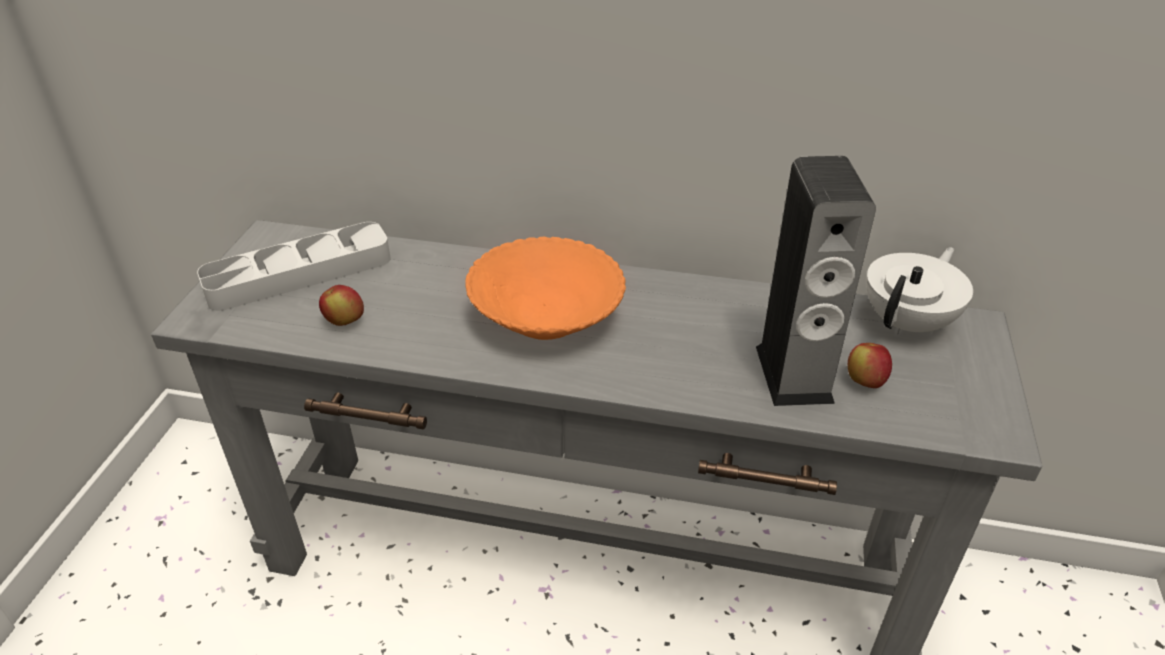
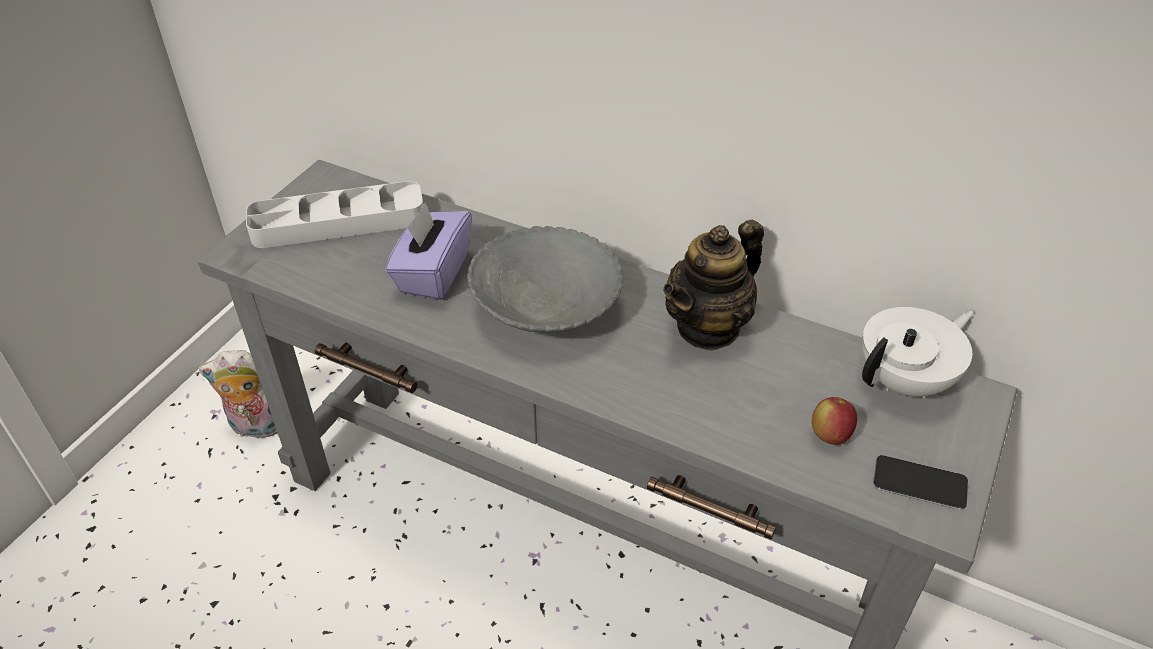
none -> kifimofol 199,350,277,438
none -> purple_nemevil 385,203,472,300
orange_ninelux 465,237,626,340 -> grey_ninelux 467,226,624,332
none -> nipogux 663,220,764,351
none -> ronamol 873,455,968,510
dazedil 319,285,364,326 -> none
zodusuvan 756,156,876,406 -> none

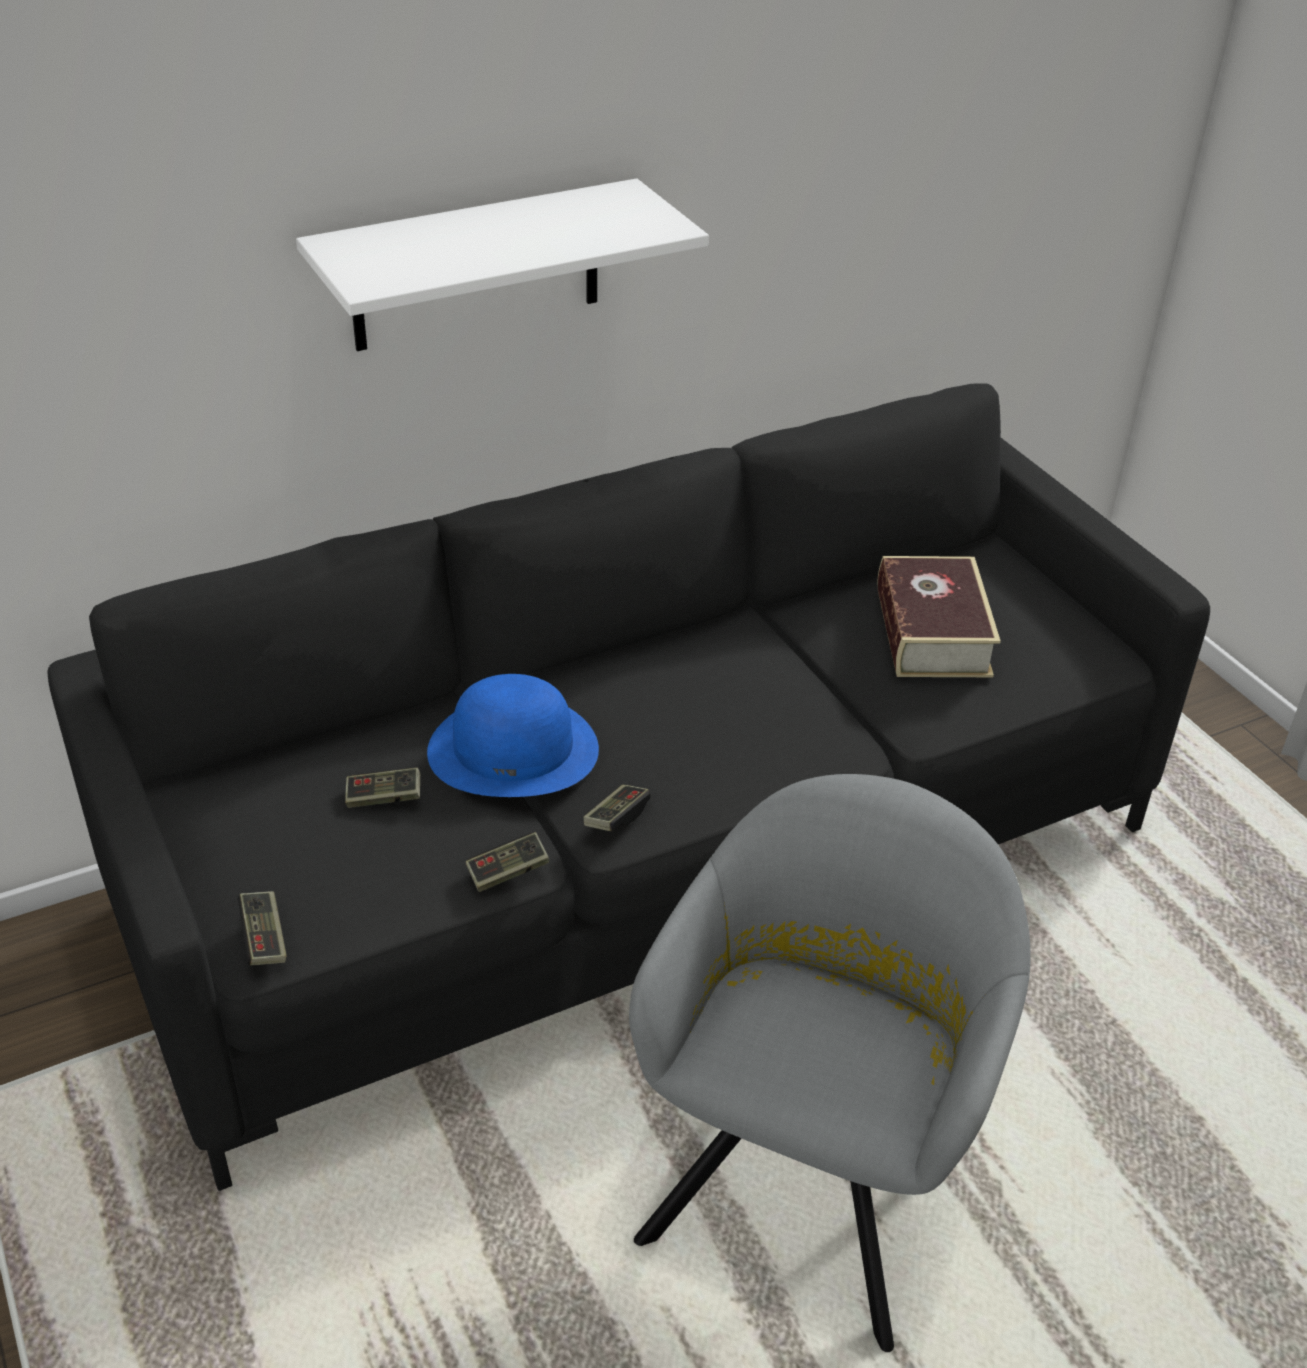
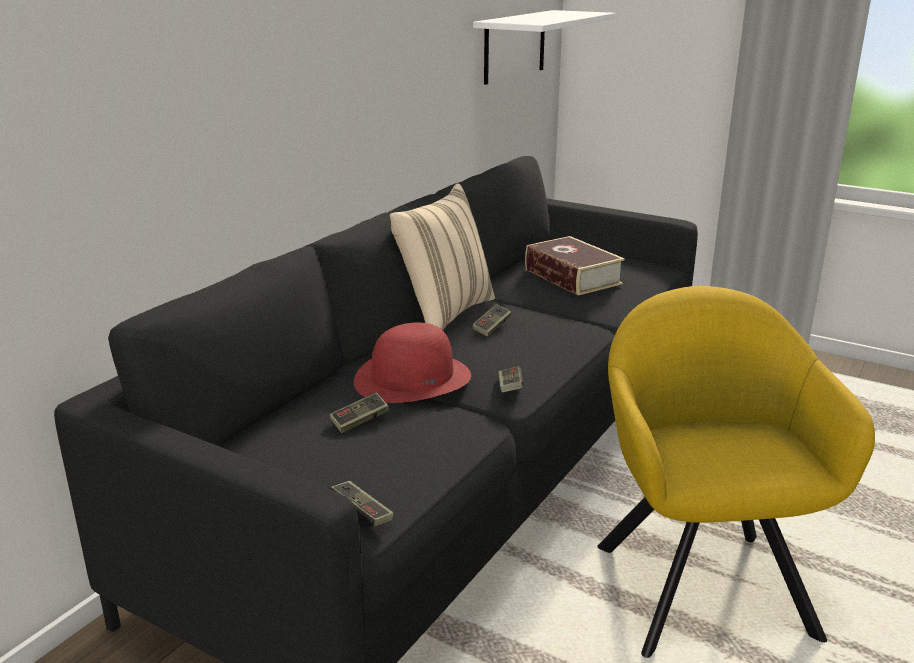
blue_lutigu 427,674,599,797 -> red_lutigu 354,322,471,403
none -> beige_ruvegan 390,183,495,330
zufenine 466,832,549,892 -> zufenine 472,304,512,337, move
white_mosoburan 296,178,709,351 -> white_mosoburan 473,10,615,85, move
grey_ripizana 629,774,1031,1352 -> yellow_ripizana 597,286,875,658

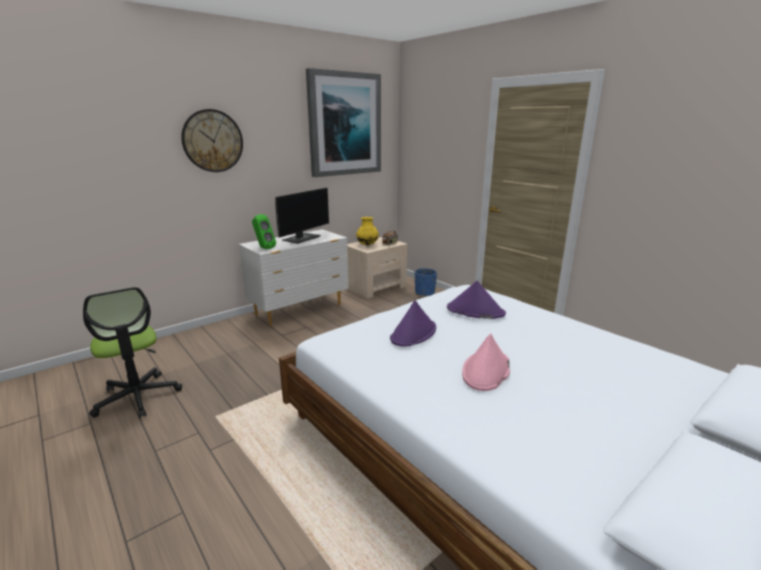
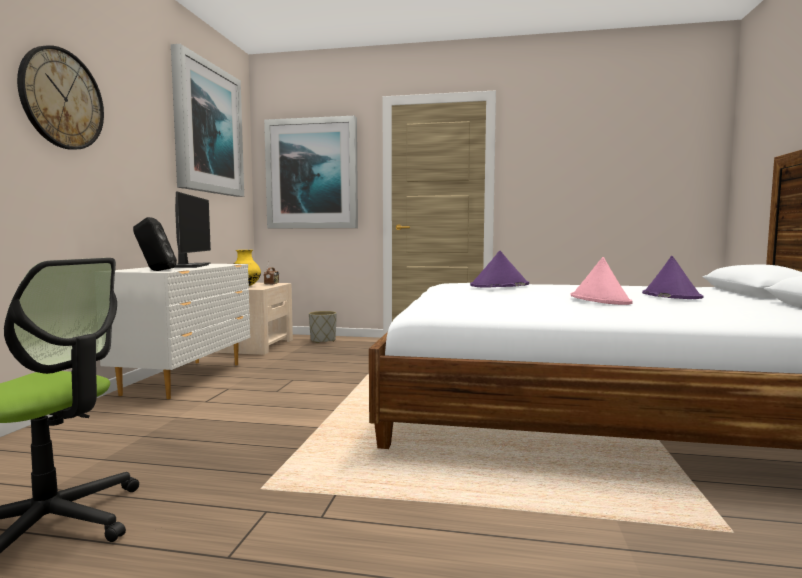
green_zodusuvan 252,214,276,249 -> black_zodusuvan 133,217,177,271
none -> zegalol 264,116,358,228
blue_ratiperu 415,268,437,296 -> grey_ratiperu 309,311,337,343
purple_lutigu 390,300,436,347 -> purple_lutigu 642,256,704,299, move

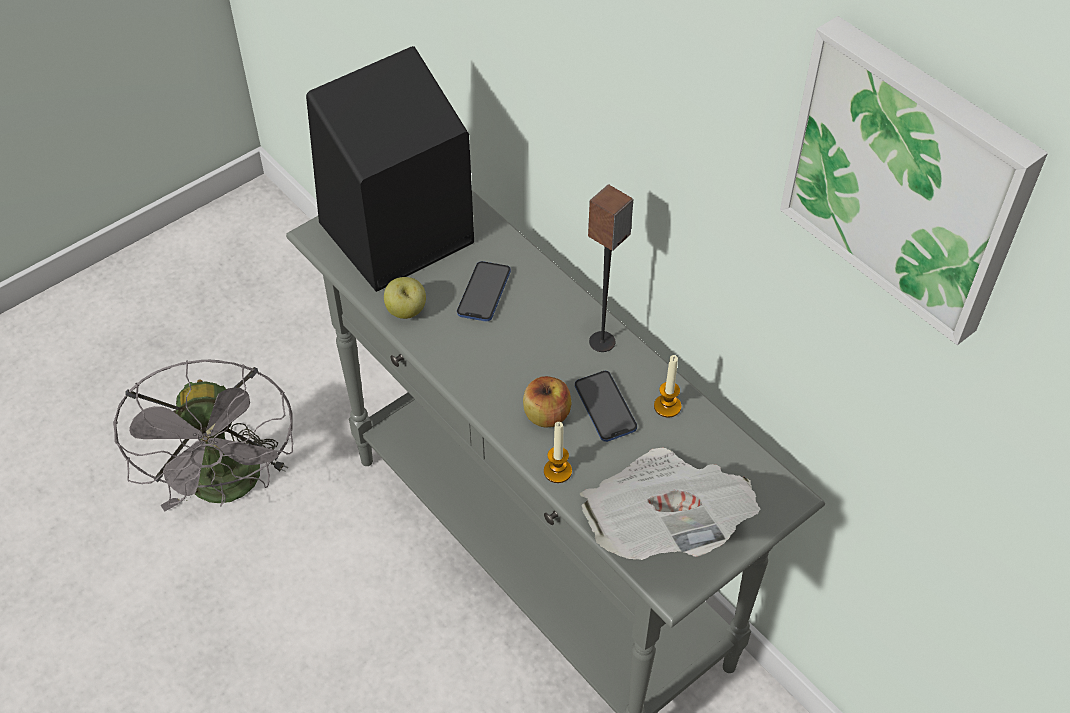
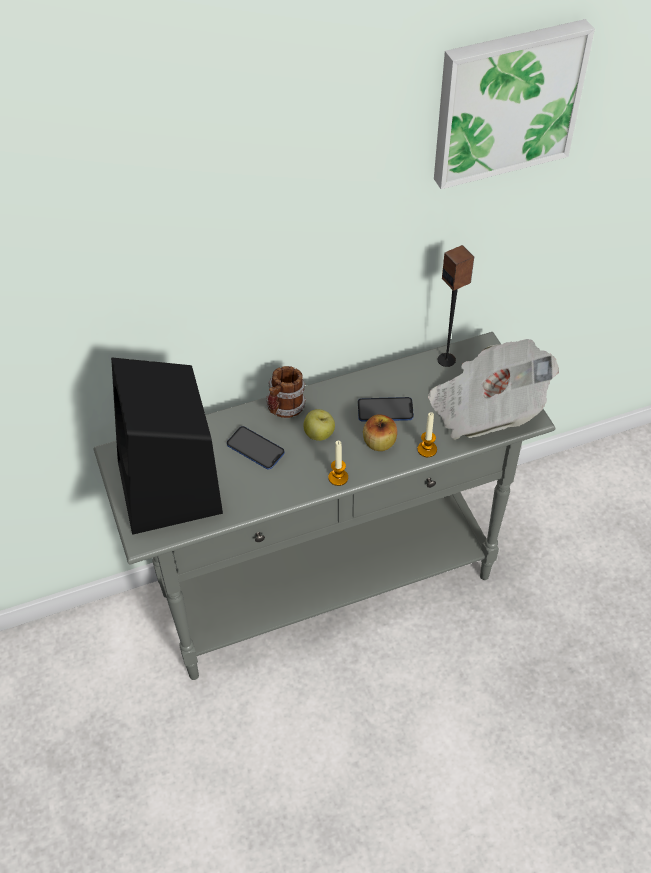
none -> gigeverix 266,366,306,418
dazedil 384,277,426,319 -> dazedil 304,409,335,441, move
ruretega 654,355,681,418 -> ruretega 328,441,348,486, move
zodusuvan 588,184,633,352 -> zodusuvan 438,245,474,367, move
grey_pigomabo 113,360,293,512 -> none

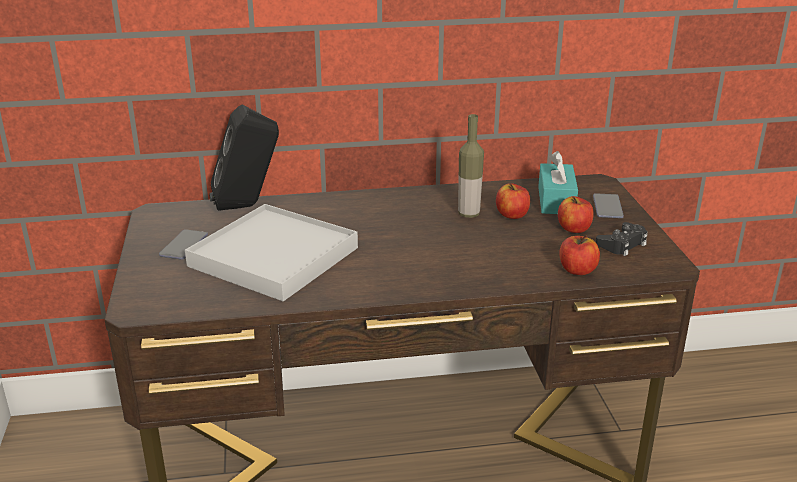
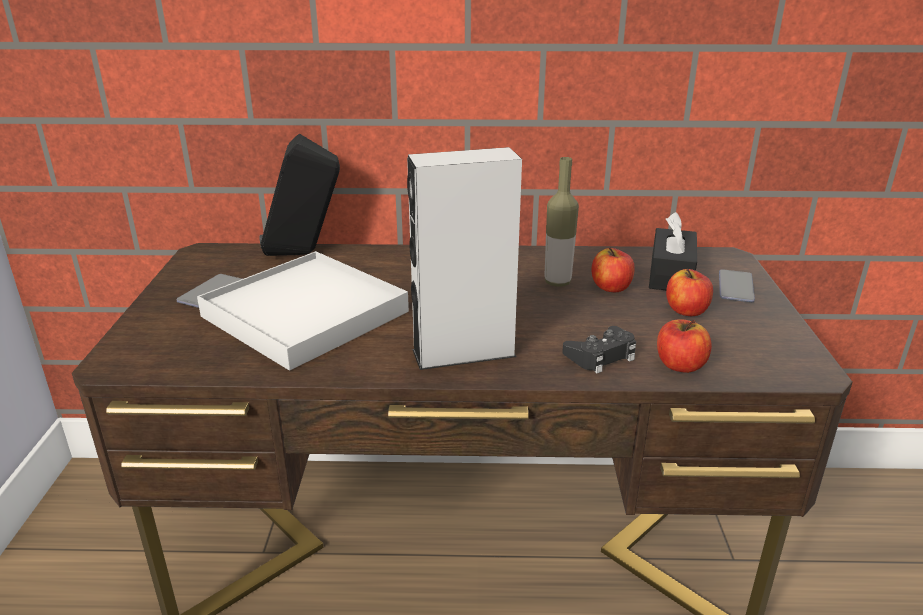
none -> grey_zodusuvan 407,147,522,370
black_zufenine 596,222,648,256 -> black_zufenine 562,326,636,373, move
turquoise_nemevil 538,151,578,214 -> black_nemevil 649,212,697,290

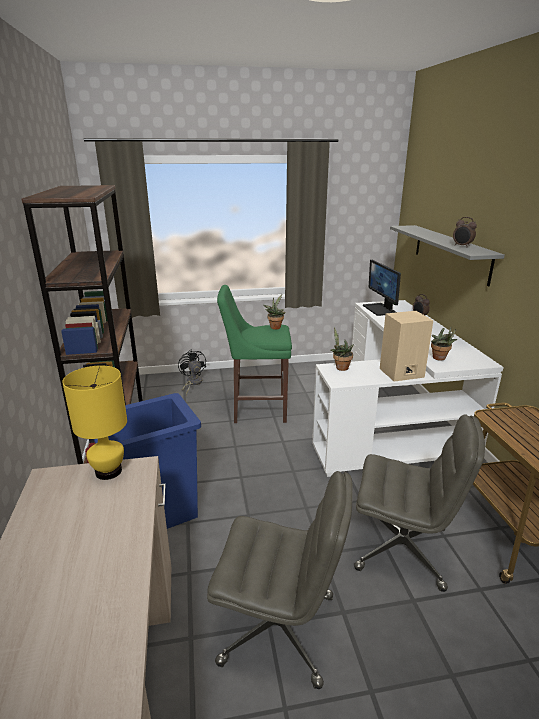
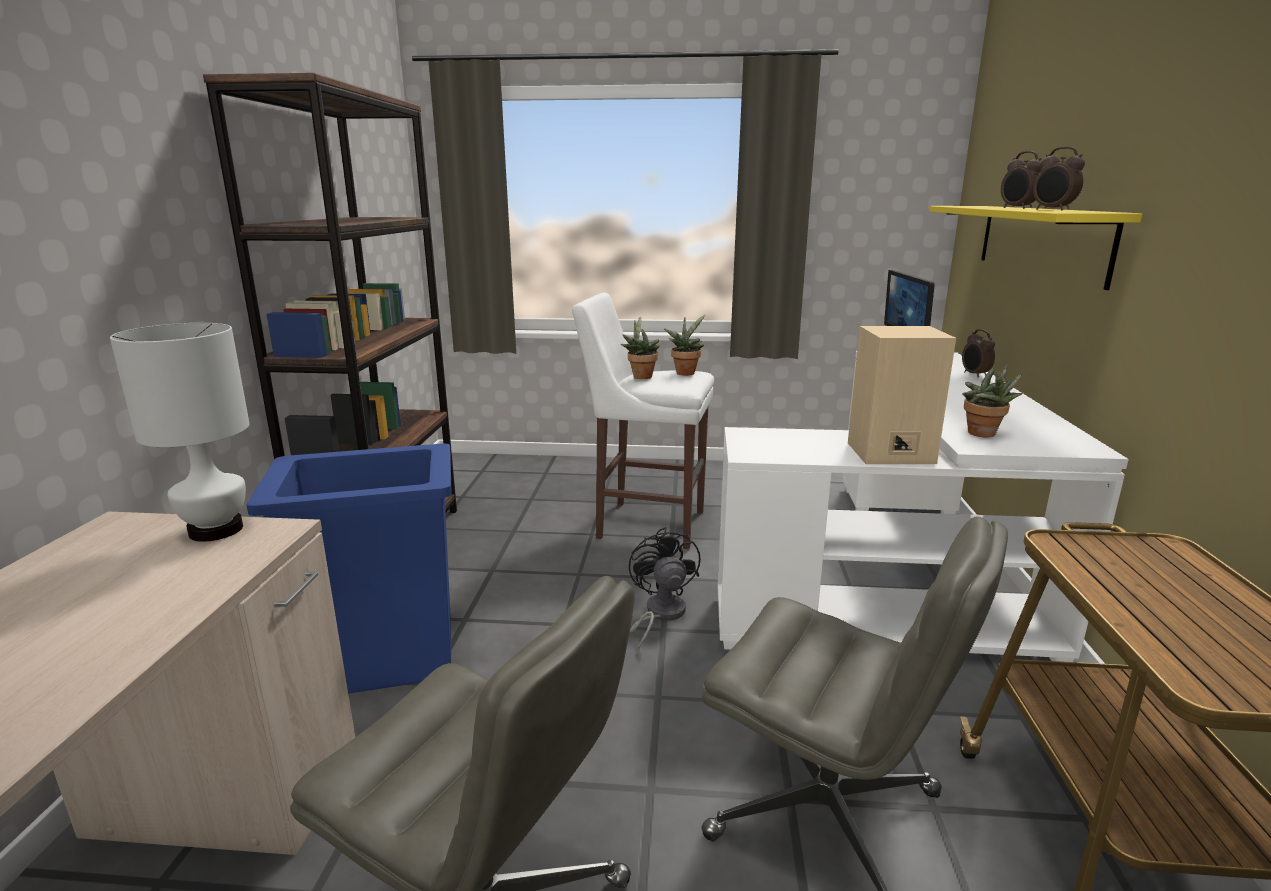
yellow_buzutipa 62,365,127,480 -> white_buzutipa 110,323,249,542
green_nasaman 217,285,292,423 -> white_nasaman 572,293,714,549
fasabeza 331,327,354,371 -> fasabeza 621,316,660,379, move
black_pigomabo 178,349,206,395 -> black_pigomabo 629,527,701,650, move
grey_mosoburan 390,225,505,287 -> yellow_mosoburan 930,206,1142,290
none -> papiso 1001,151,1042,209

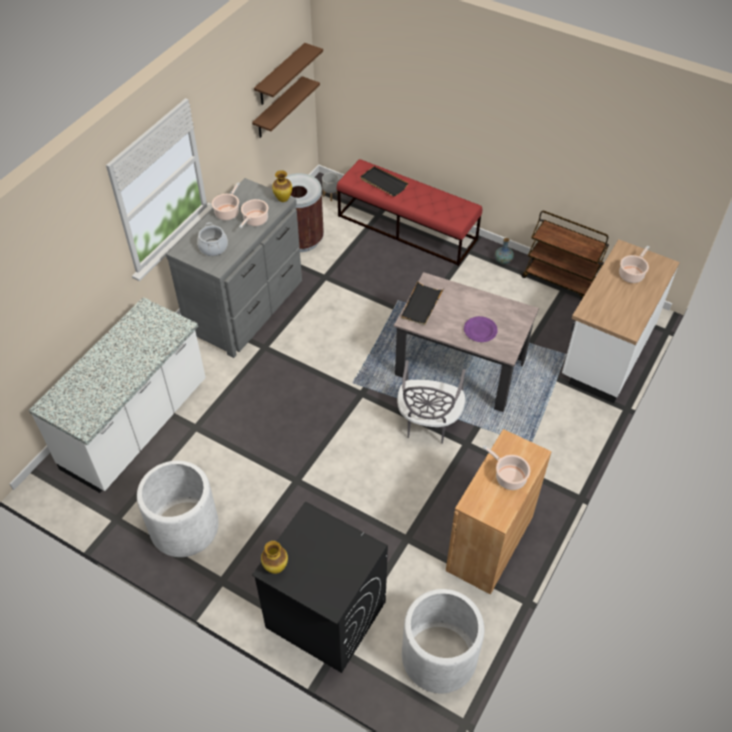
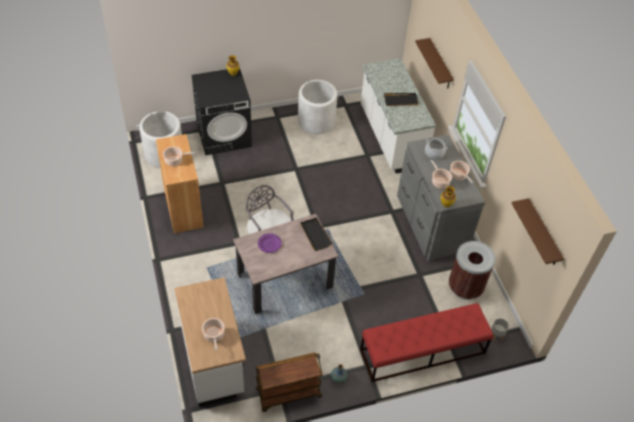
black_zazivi 361,166,408,196 -> black_zazivi 384,93,419,106, move
brown_mosoburan 252,76,320,138 -> brown_mosoburan 415,38,454,88, move

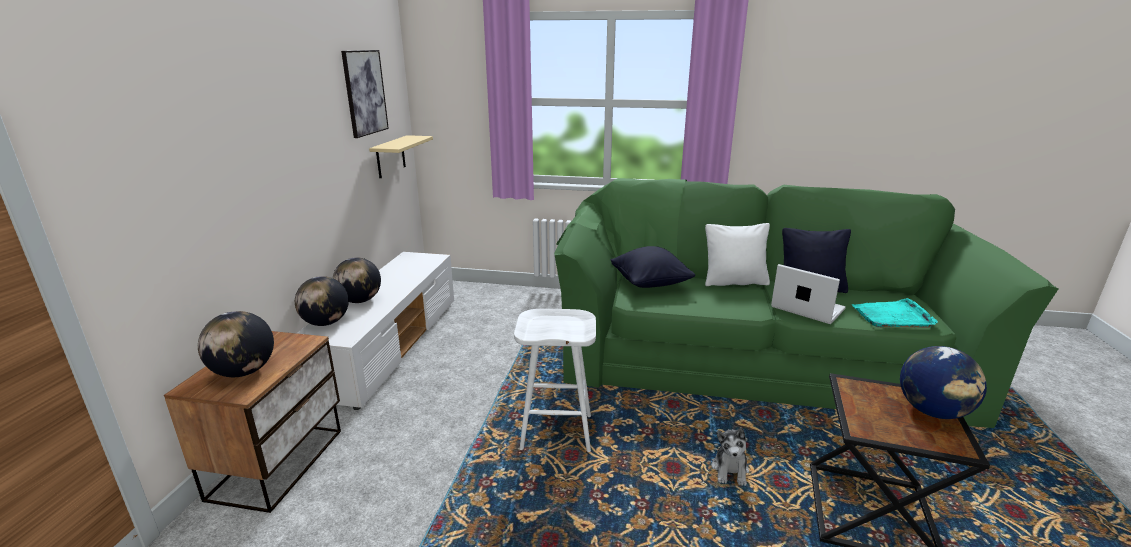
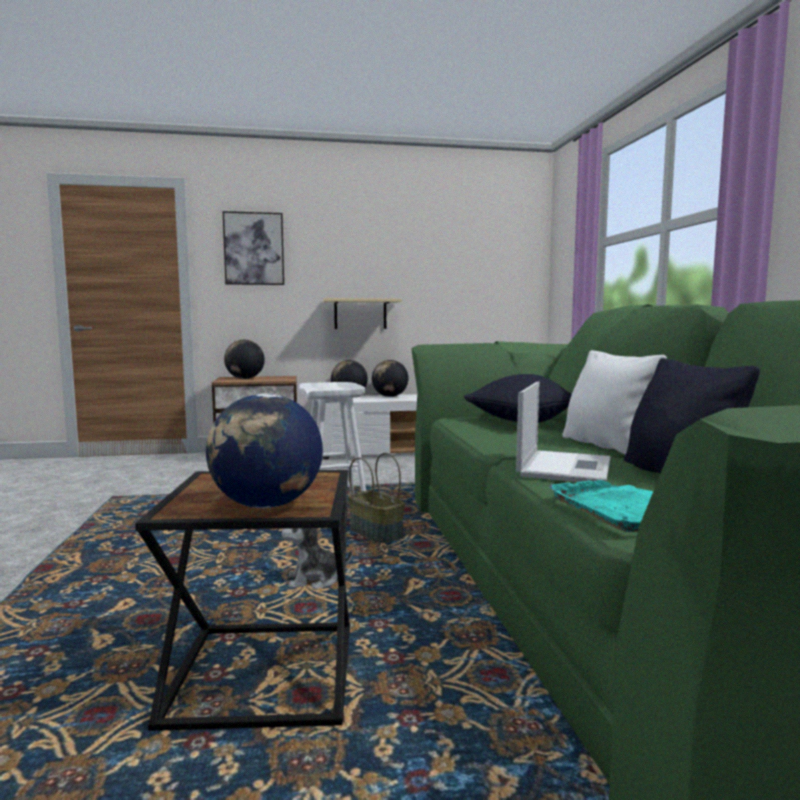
zegalol 341,50,389,138 -> zegalol 223,211,284,285, move
beige_mosoburan 369,135,433,179 -> beige_mosoburan 323,298,402,329, move
none -> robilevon 348,452,405,543

